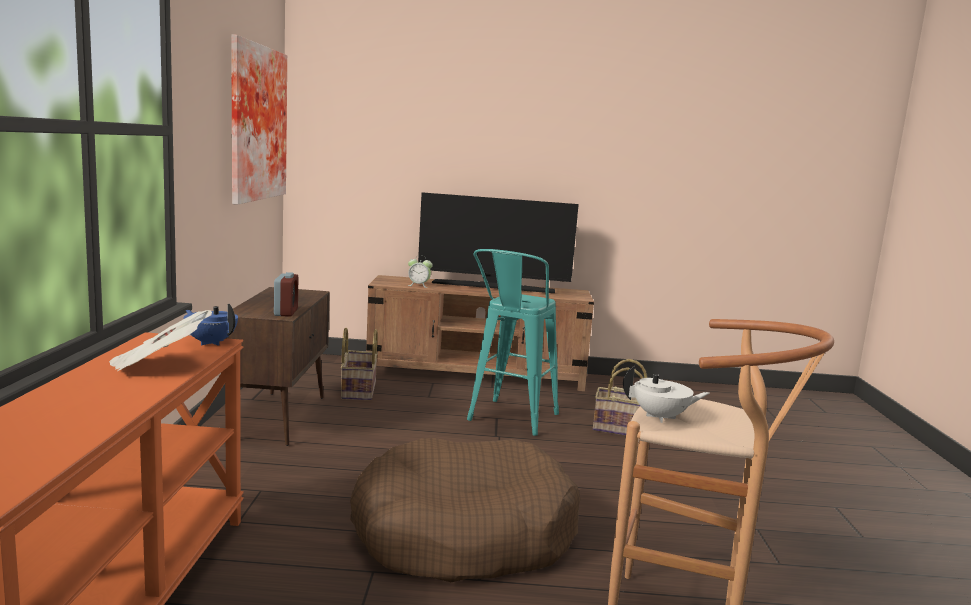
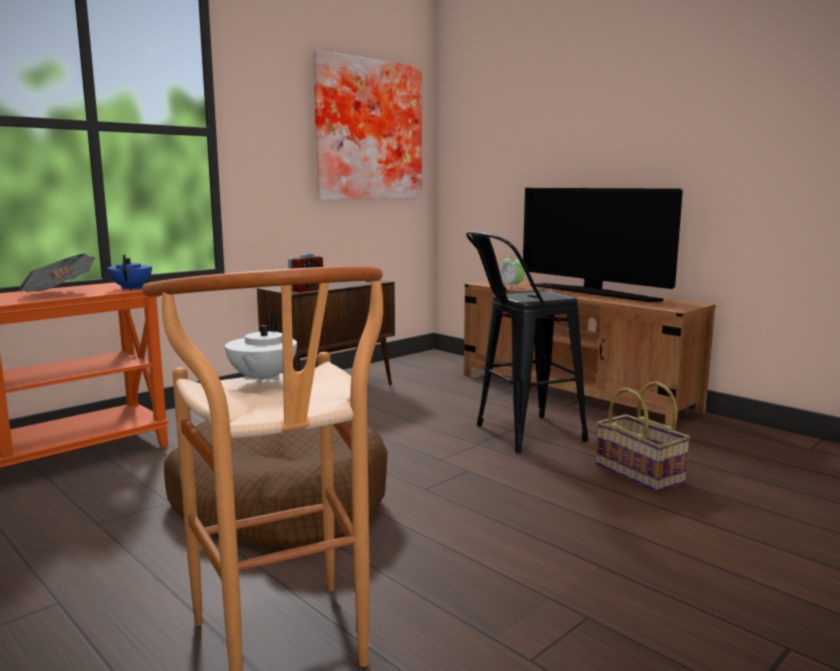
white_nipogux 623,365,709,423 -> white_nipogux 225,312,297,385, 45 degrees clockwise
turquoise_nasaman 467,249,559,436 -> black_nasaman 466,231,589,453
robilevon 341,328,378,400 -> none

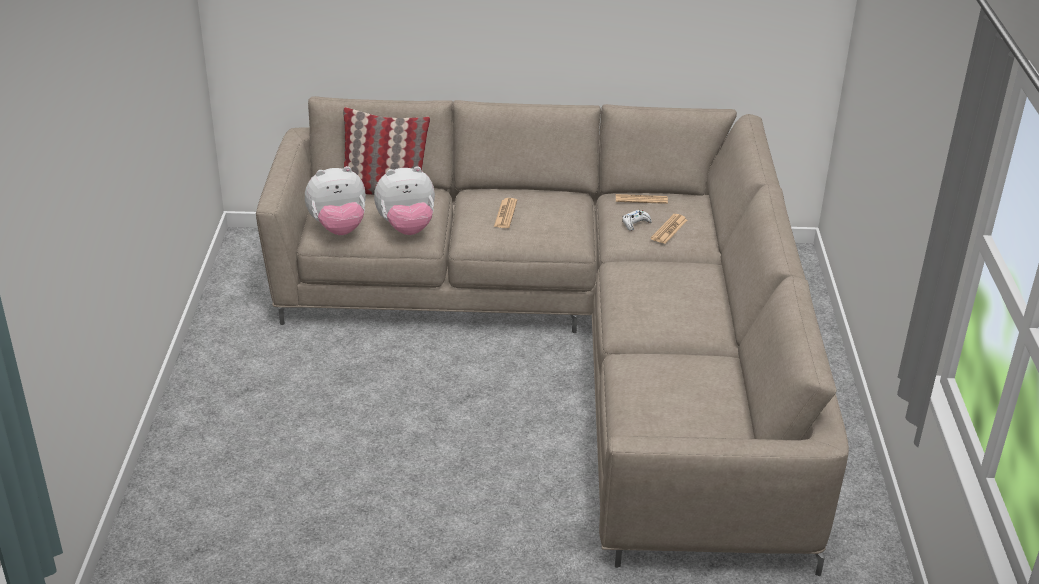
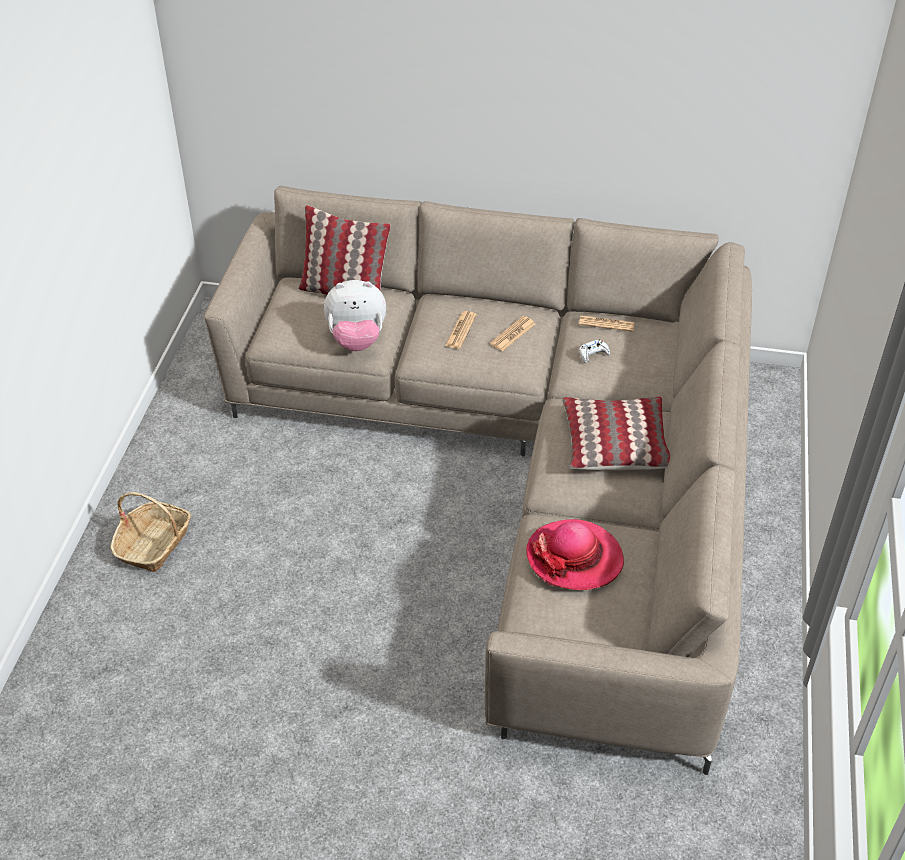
none -> robilevon 111,492,191,572
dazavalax 651,214,687,244 -> dazavalax 490,316,535,352, move
none -> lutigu 526,519,624,590
none -> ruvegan 562,397,670,470
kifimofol 305,166,366,235 -> none

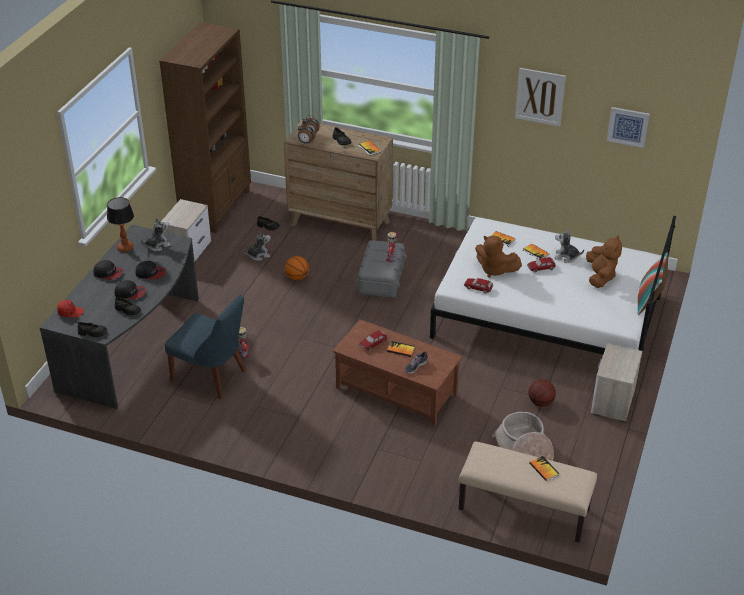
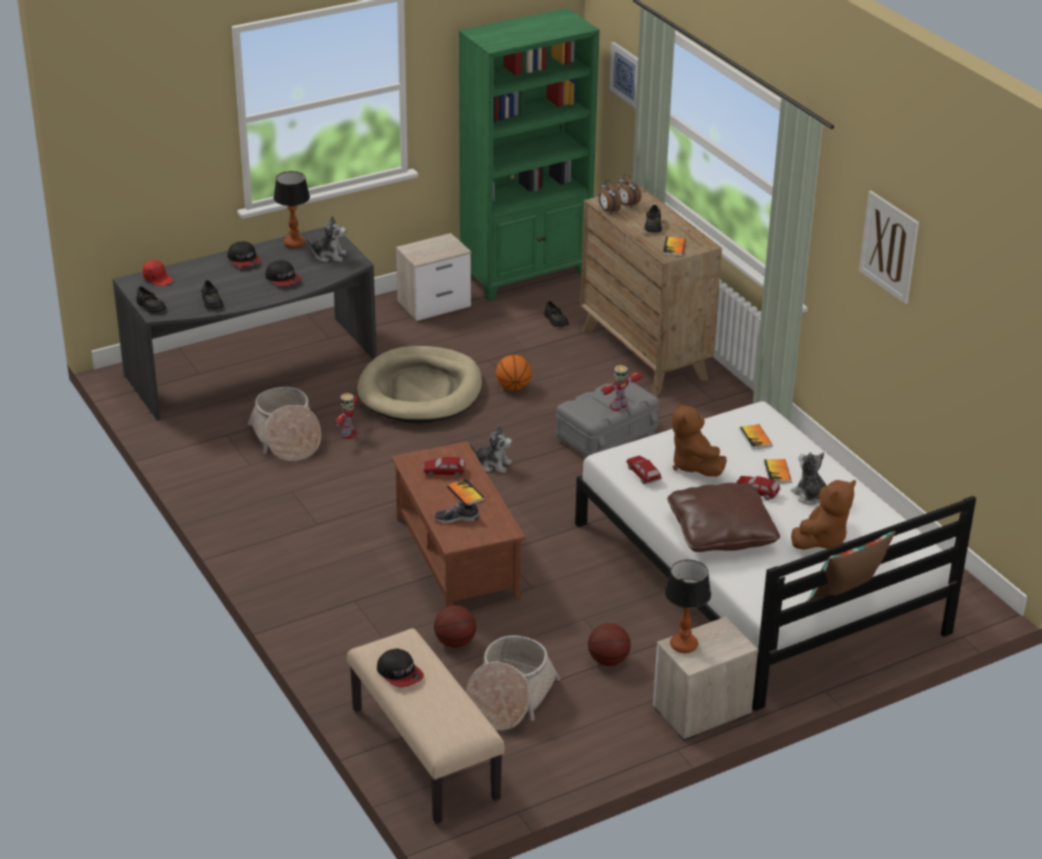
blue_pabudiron 165,295,246,399 -> robilevon 248,387,321,461
none -> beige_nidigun 357,346,482,423
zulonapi 114,280,146,299 -> zulonapi 377,648,424,688, move
none -> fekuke 434,605,476,648
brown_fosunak 159,22,251,233 -> green_fosunak 459,8,600,301
kifimofol 243,230,271,261 -> kifimofol 471,425,512,473, move
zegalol 607,107,650,148 -> zegalol 609,42,638,109, move
none -> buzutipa 665,560,711,653
none -> brown_ruvegan 667,483,780,552
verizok 529,456,560,481 -> none

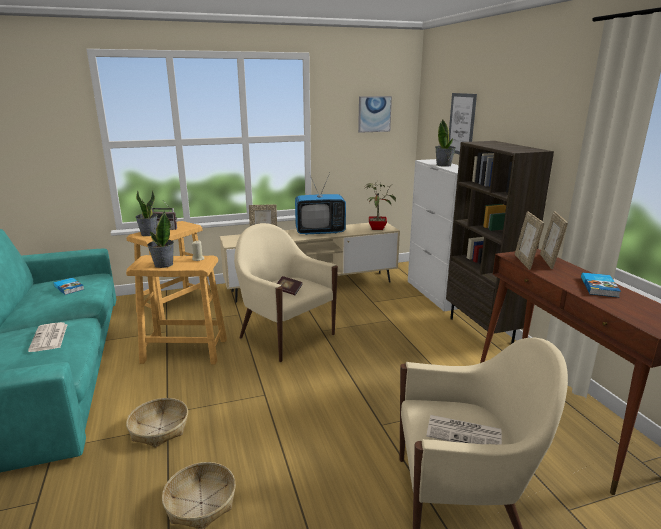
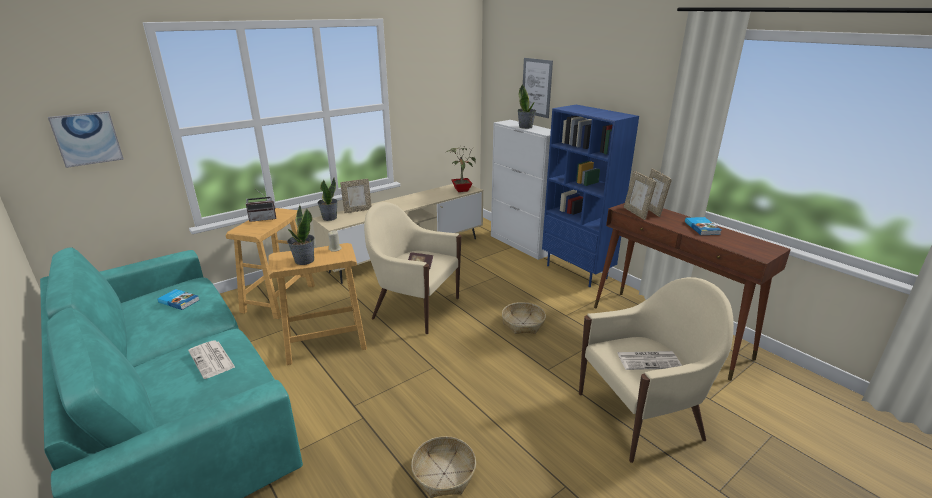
zegalol 358,96,392,133 -> zegalol 48,111,124,168, move
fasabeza 135,190,158,236 -> fasabeza 317,178,338,221, move
robilevon 126,398,188,448 -> robilevon 502,302,546,334, move
brown_fosunak 446,141,554,344 -> blue_fosunak 542,105,639,287
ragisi 295,173,346,235 -> none

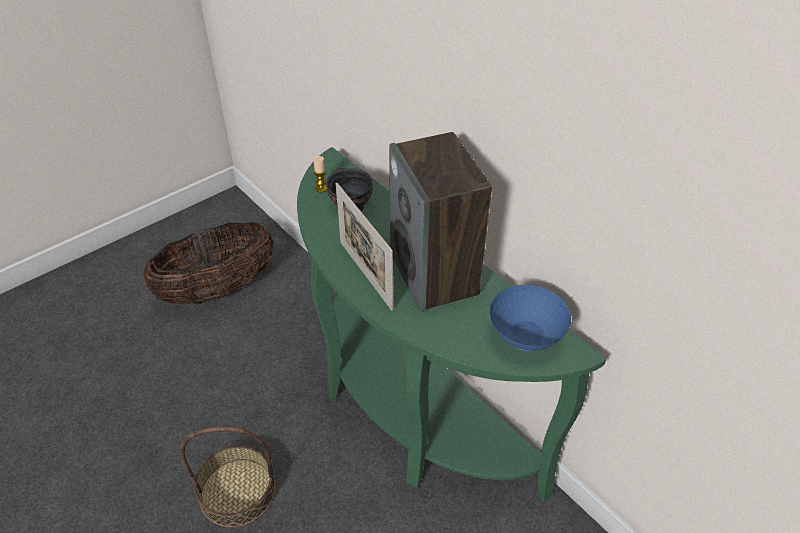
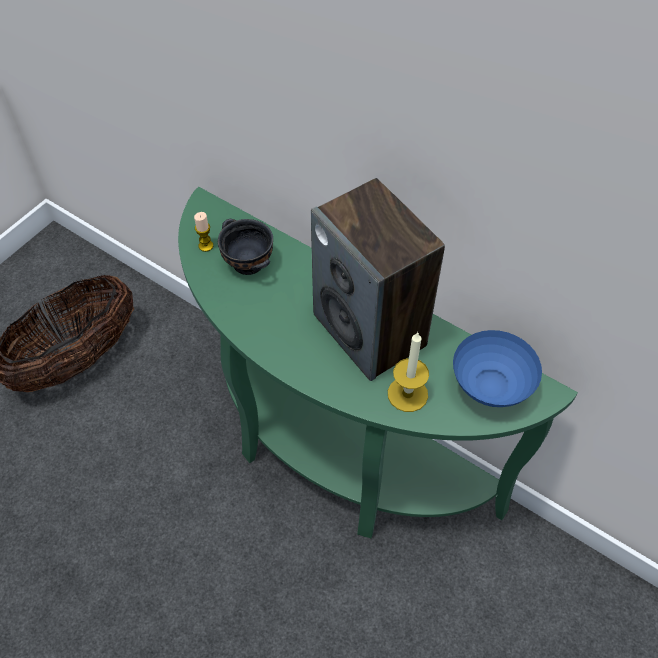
none -> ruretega 388,332,429,412
robilevon 180,427,275,528 -> none
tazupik 336,183,393,310 -> none

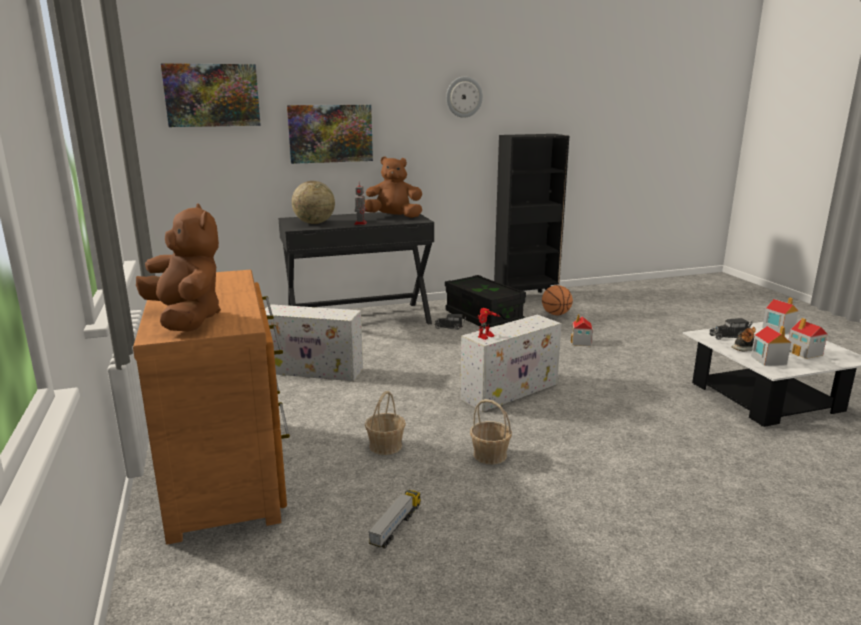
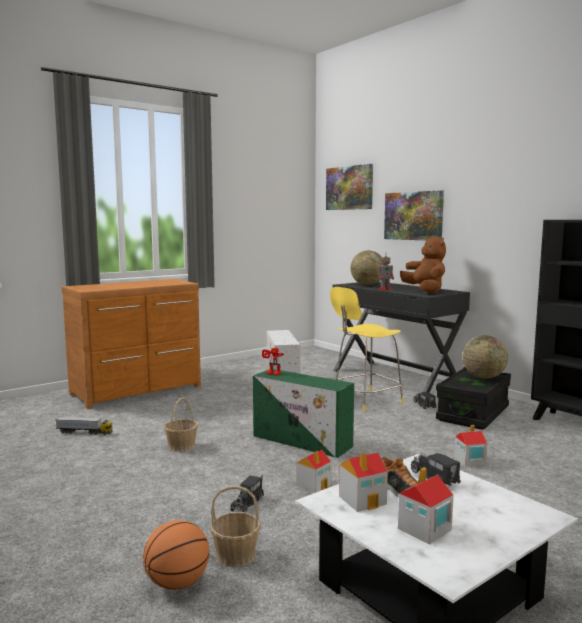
fekuke 542,285,573,316 -> fekuke 143,520,209,590, move
robilevon 365,391,406,455 -> robilevon 210,485,261,567, move
none -> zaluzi 230,475,264,512
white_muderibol 460,314,562,412 -> green_muderibol 253,369,354,458
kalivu 762,297,798,333 -> kalivu 297,450,332,493, move
none -> yellow_nasaman 330,287,403,412
none -> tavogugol 463,335,508,379
brown_kifimofol 136,203,221,331 -> none
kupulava 446,77,483,118 -> none

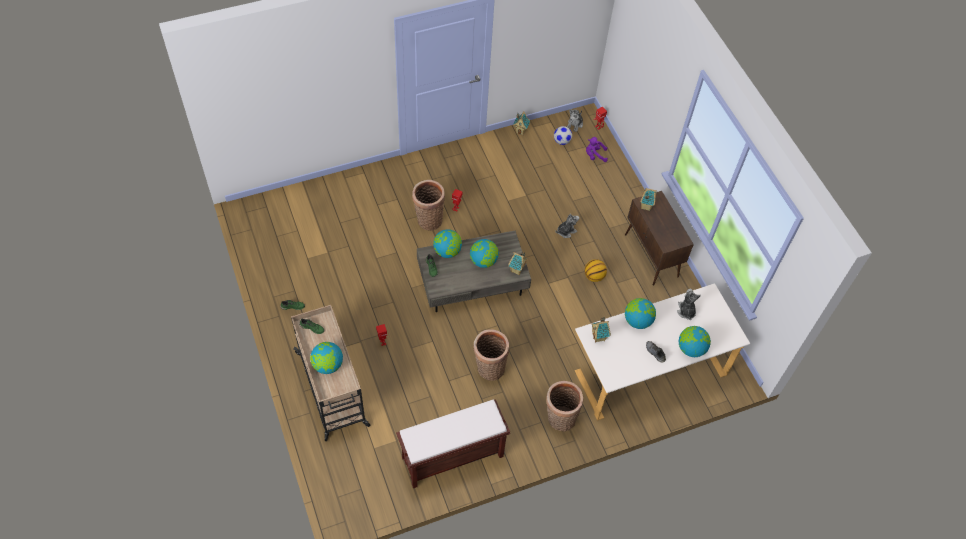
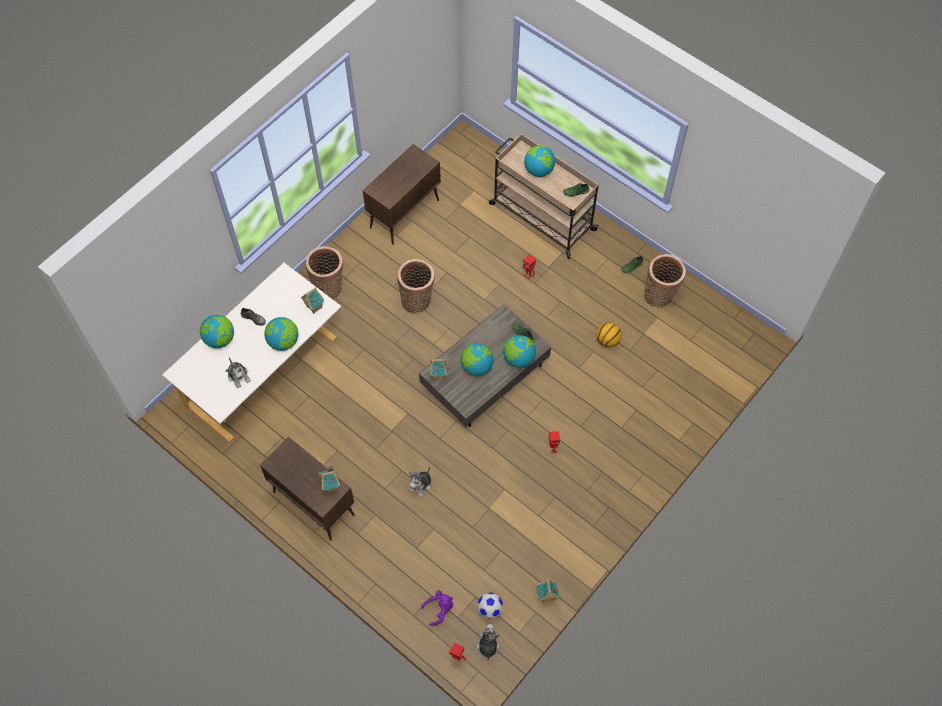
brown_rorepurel 396,399,510,489 -> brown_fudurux 363,144,441,245
fekuke 585,259,607,282 -> fekuke 596,322,622,348, move
robilevon 412,180,445,231 -> robilevon 644,254,686,308, move

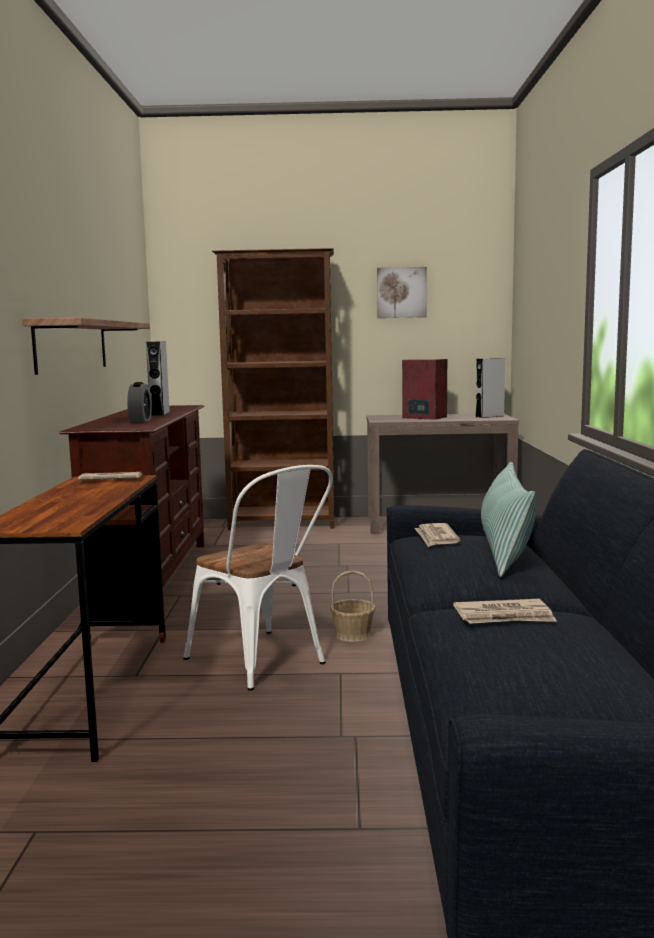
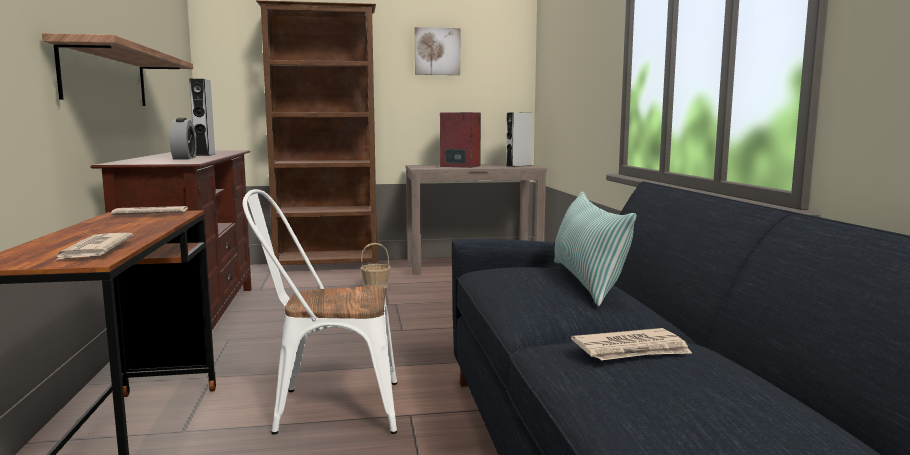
dazavalax 414,523,461,547 -> dazavalax 55,233,133,261, move
white_pabudiron 183,465,333,691 -> white_pabudiron 243,189,397,435, 135 degrees clockwise
robilevon 330,571,376,642 -> robilevon 360,243,391,288, move

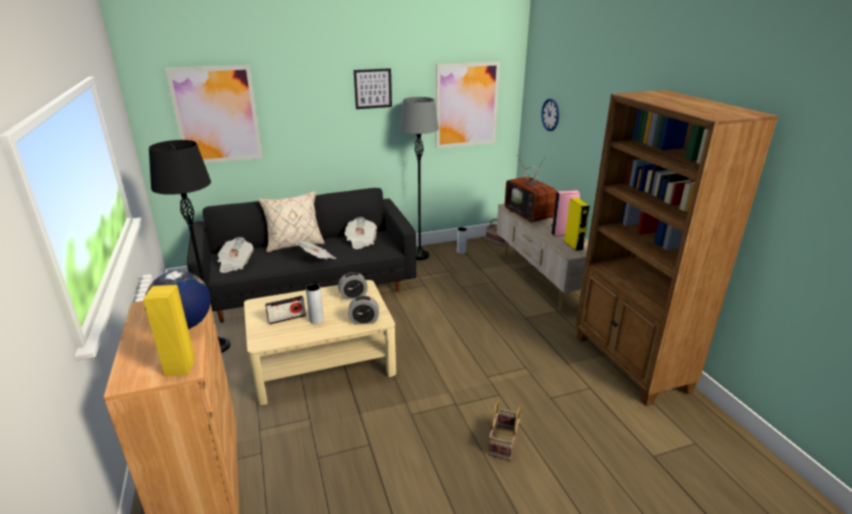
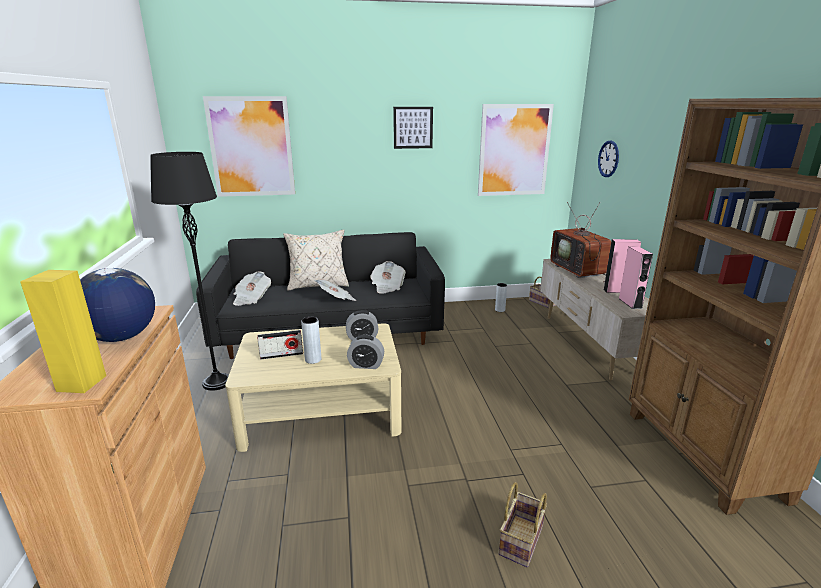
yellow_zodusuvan 564,198,590,251 -> pink_zodusuvan 619,246,653,309
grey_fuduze 399,97,439,260 -> none

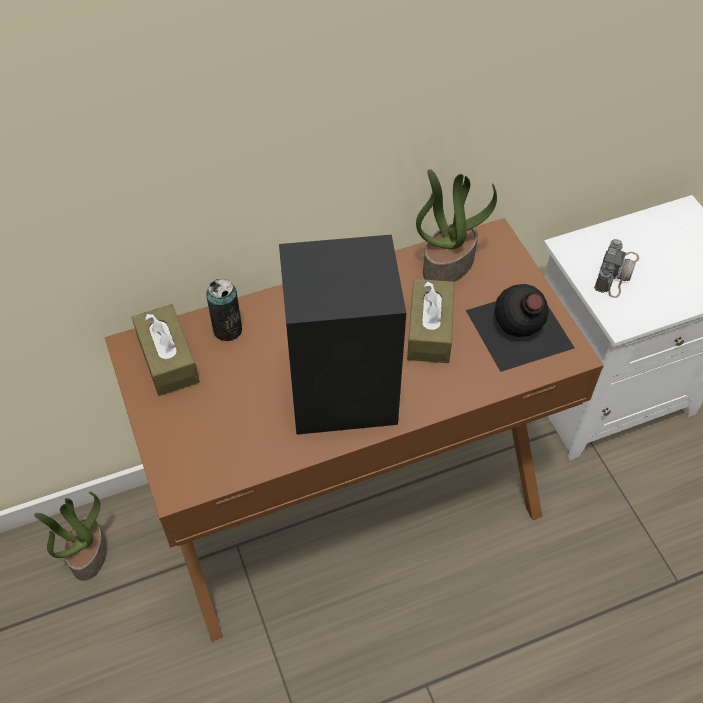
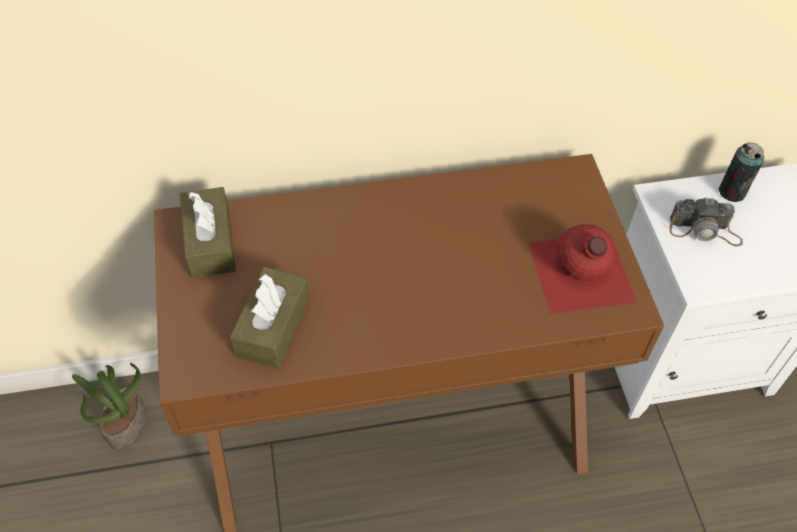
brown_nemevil 407,279,455,363 -> brown_nemevil 230,267,309,369, move
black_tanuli 466,284,575,372 -> red_tanuli 528,224,637,314
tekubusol 594,239,639,298 -> tekubusol 669,197,743,247, 60 degrees clockwise
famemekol 206,279,242,341 -> famemekol 718,142,764,202, move
black_zodusuvan 279,235,406,435 -> none
fasabeza 416,169,497,282 -> none

